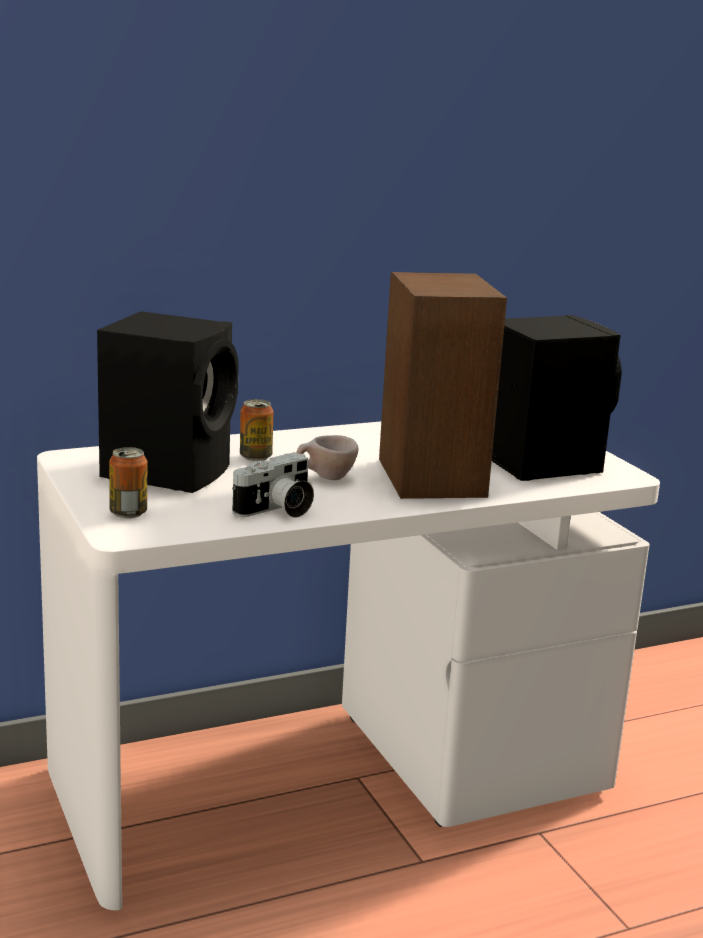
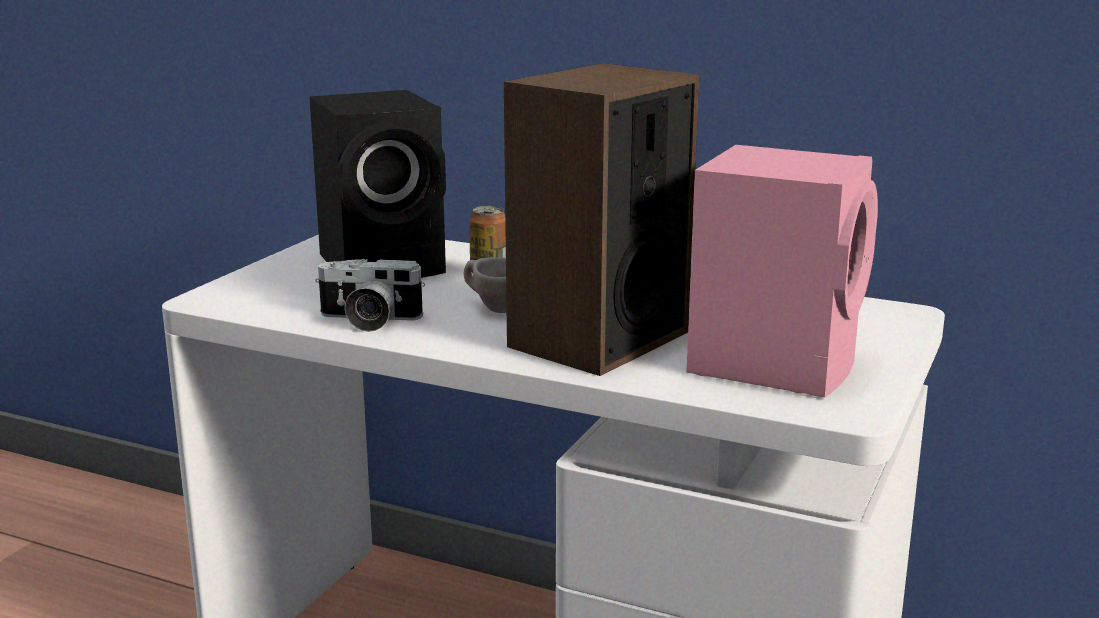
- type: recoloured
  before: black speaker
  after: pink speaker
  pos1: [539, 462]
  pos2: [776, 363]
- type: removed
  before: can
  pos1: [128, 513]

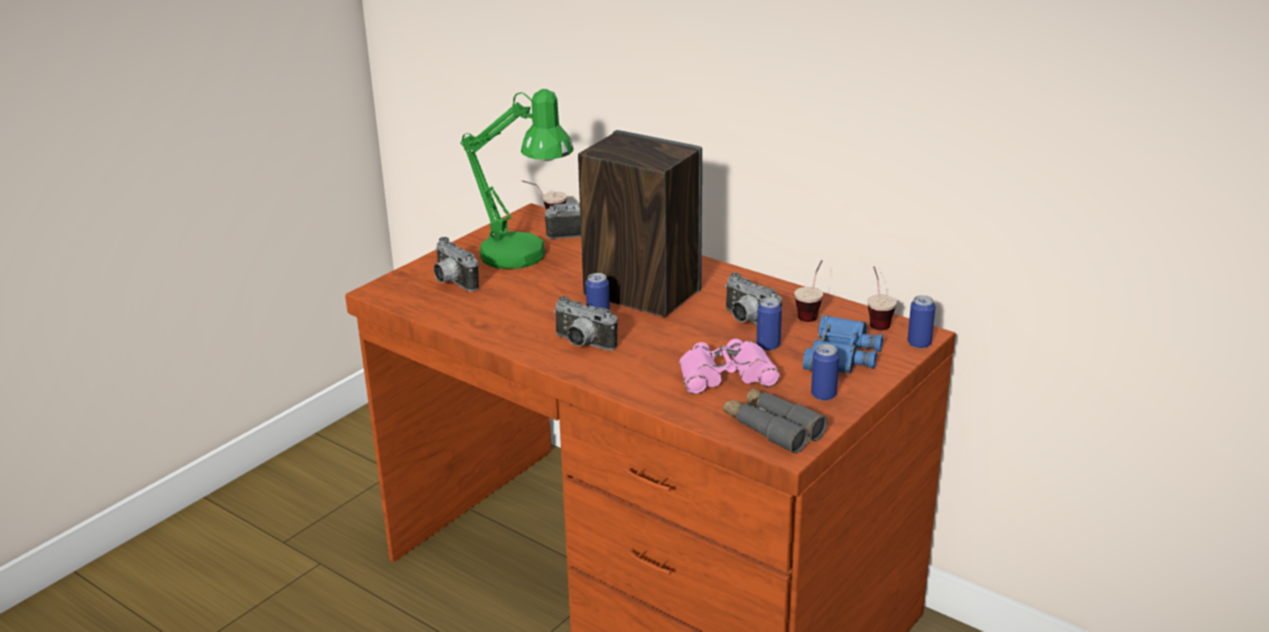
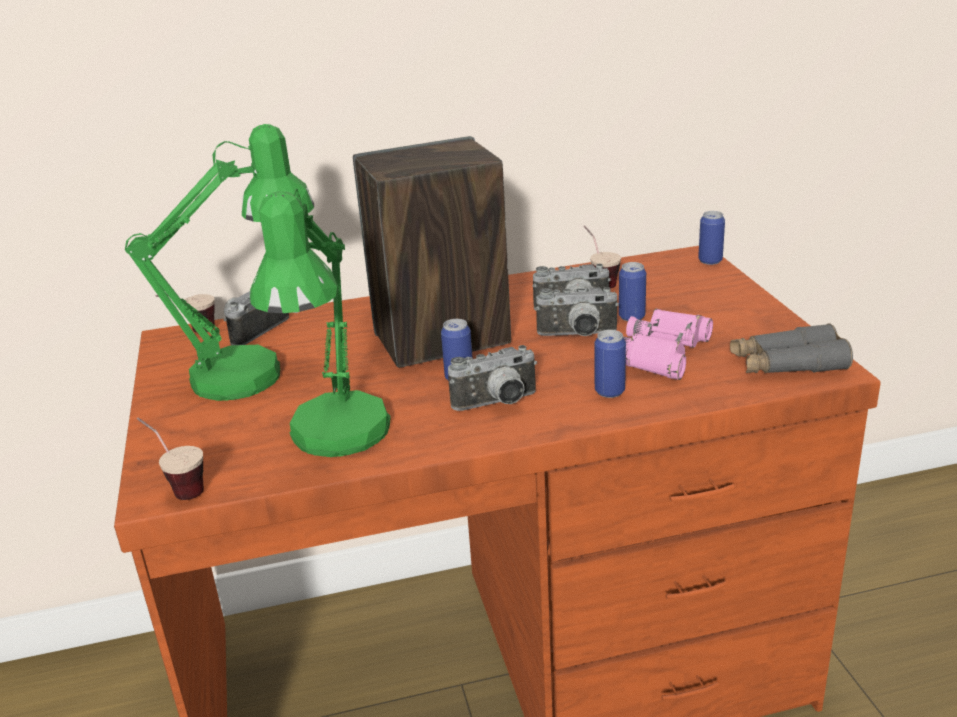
- type: moved
  before: cup
  pos1: [877, 320]
  pos2: [177, 487]
- type: added
  after: green table lamp
  pos2: [336, 442]
- type: moved
  before: photo camera
  pos1: [451, 282]
  pos2: [578, 336]
- type: moved
  before: can
  pos1: [823, 395]
  pos2: [609, 391]
- type: removed
  before: blue binoculars
  pos1: [840, 355]

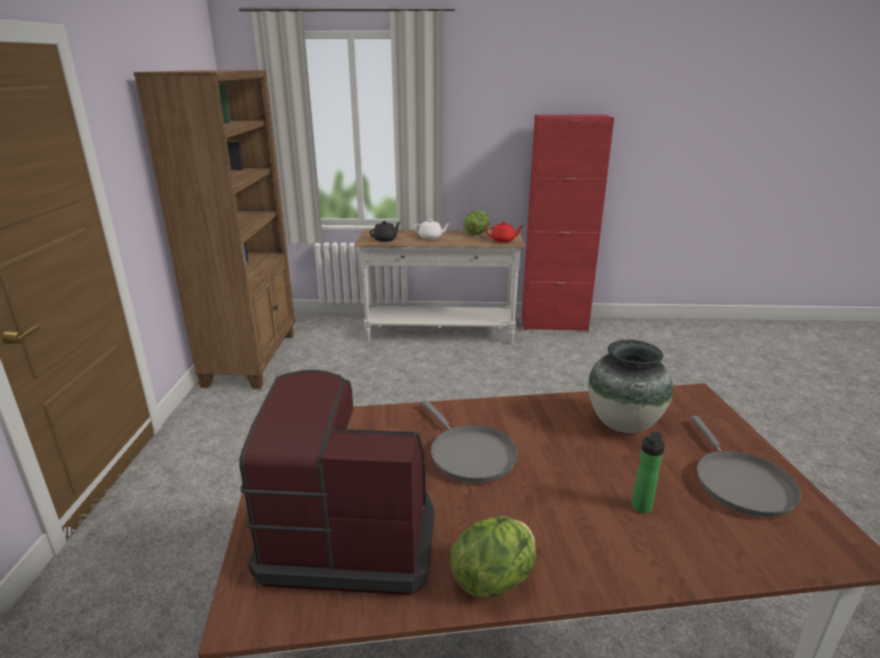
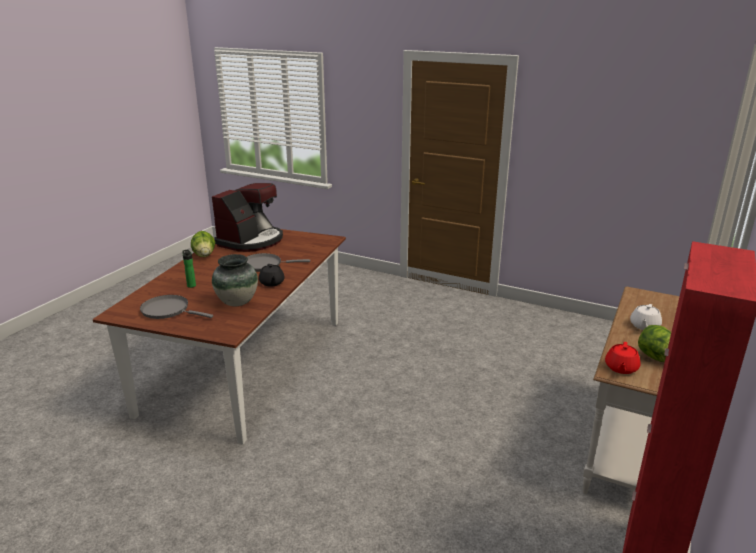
- type: moved
  before: black teapot
  pos1: [385, 239]
  pos2: [271, 283]
- type: removed
  before: brown bookcase
  pos1: [252, 358]

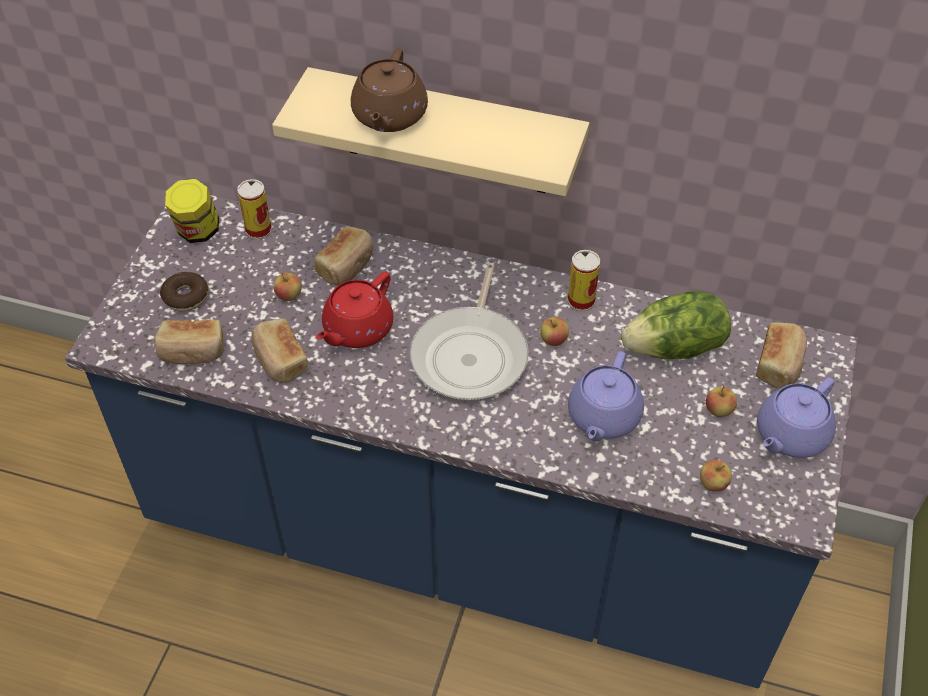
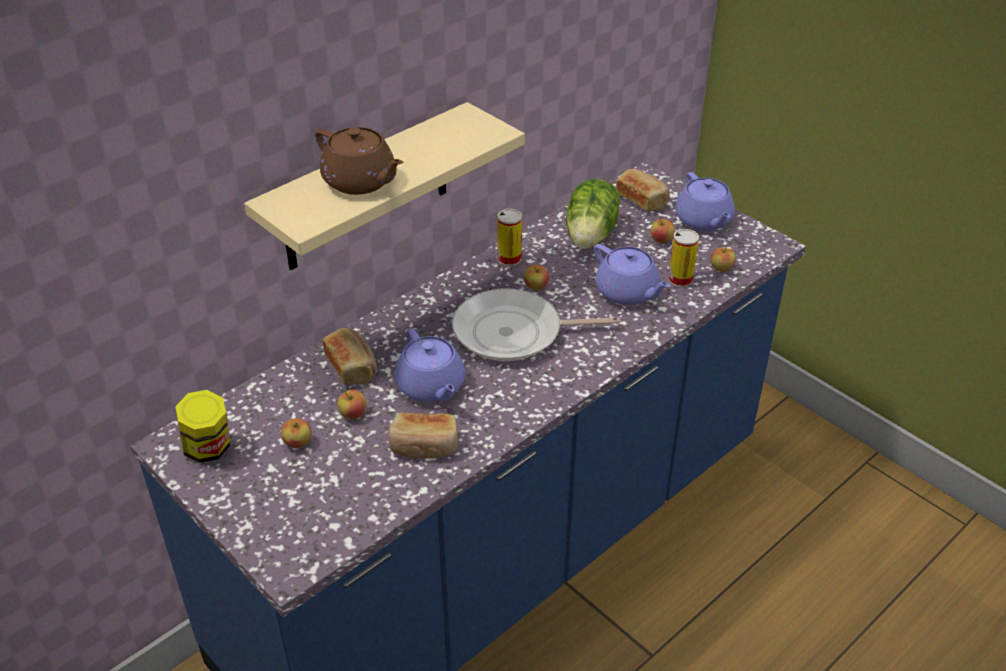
- type: added
  after: apple
  pos2: [298, 443]
- type: recoloured
  before: red teapot
  after: purple teapot
  pos1: [357, 329]
  pos2: [431, 386]
- type: turned
  before: frying pan
  pos1: [471, 354]
  pos2: [514, 333]
  turn: 135
- type: moved
  before: can
  pos1: [258, 230]
  pos2: [680, 279]
- type: removed
  before: bread
  pos1: [192, 351]
- type: removed
  before: donut
  pos1: [186, 297]

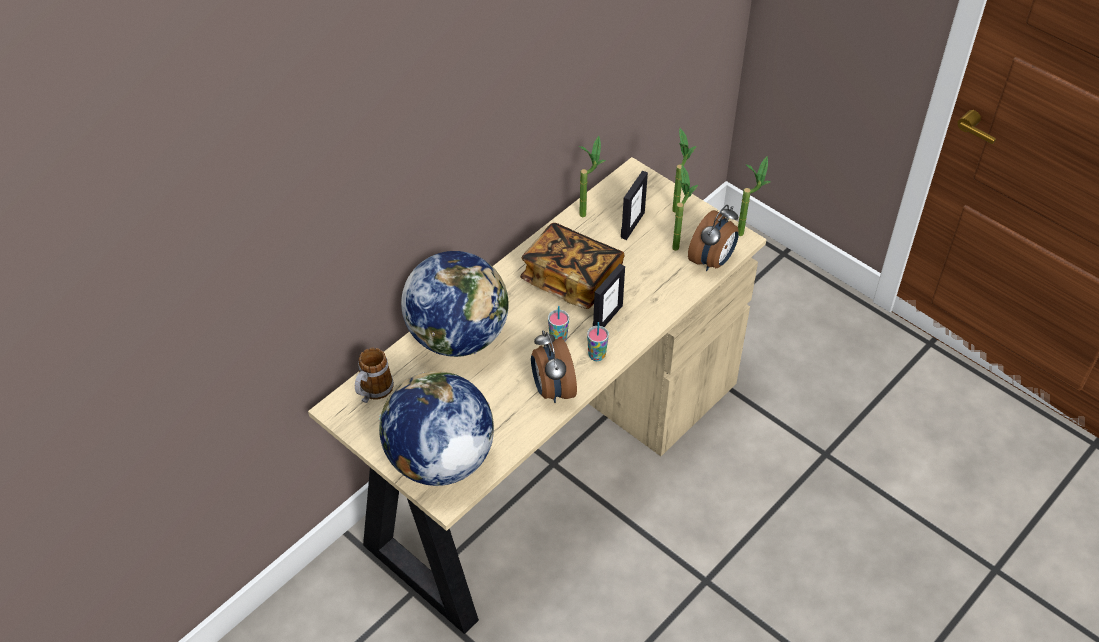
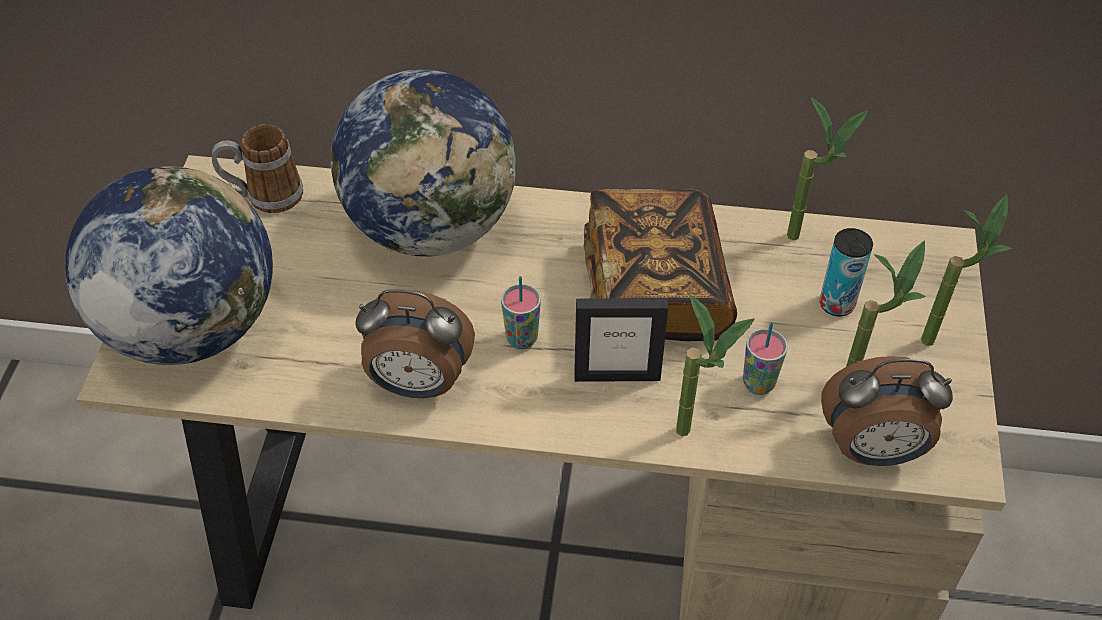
- type: turned
  before: alarm clock
  pos1: [552, 389]
  pos2: [418, 384]
  turn: -120
- type: moved
  before: potted plant
  pos1: [746, 231]
  pos2: [697, 435]
- type: moved
  before: cup
  pos1: [597, 355]
  pos2: [758, 384]
- type: replaced
  before: picture frame
  after: can
  pos1: [632, 225]
  pos2: [836, 304]

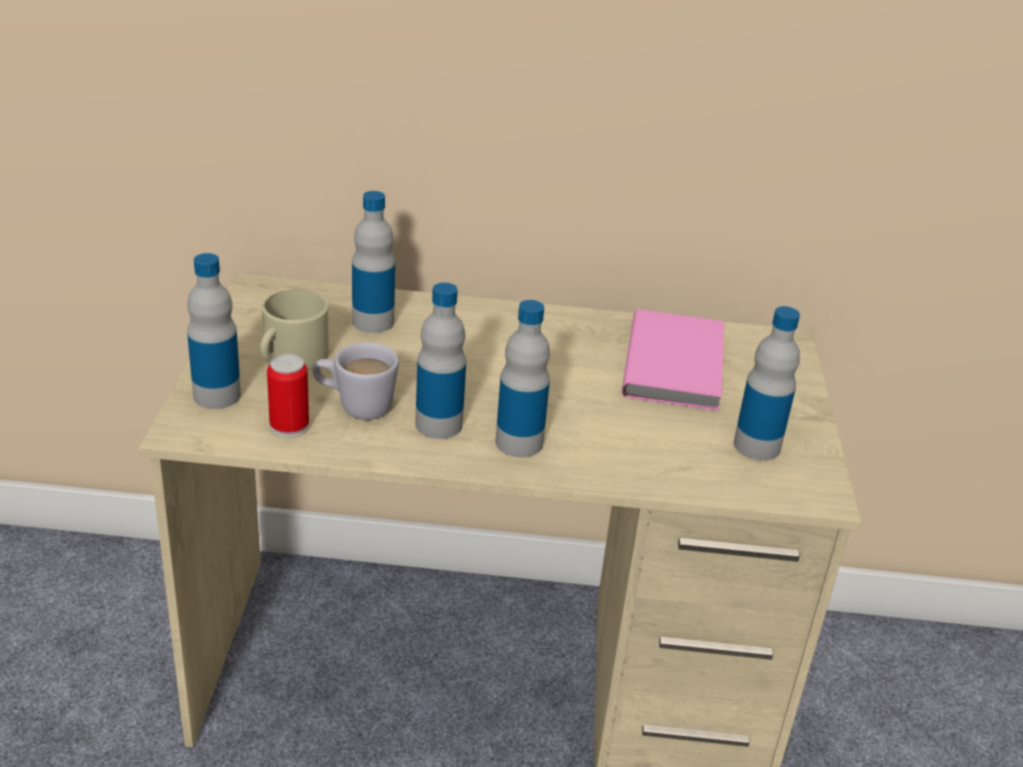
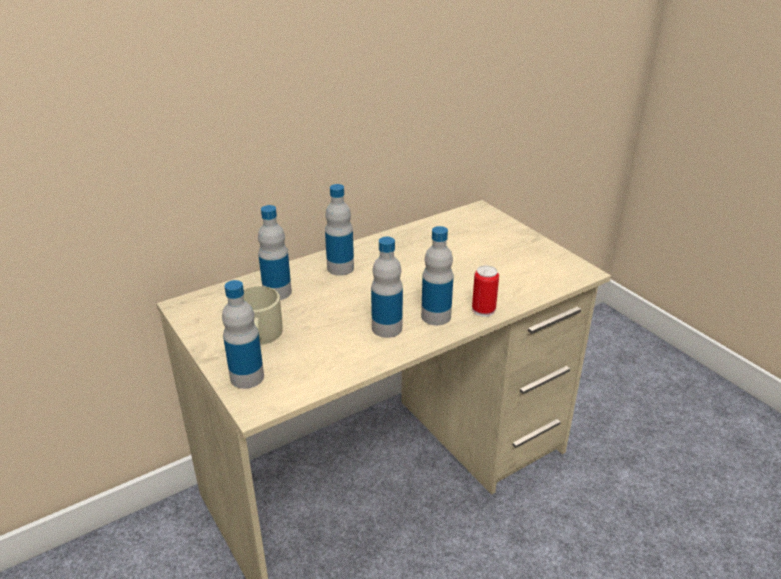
- type: moved
  before: bottle
  pos1: [757, 446]
  pos2: [340, 268]
- type: moved
  before: can
  pos1: [289, 426]
  pos2: [483, 310]
- type: removed
  before: white mug
  pos1: [355, 407]
- type: removed
  before: pink book
  pos1: [677, 364]

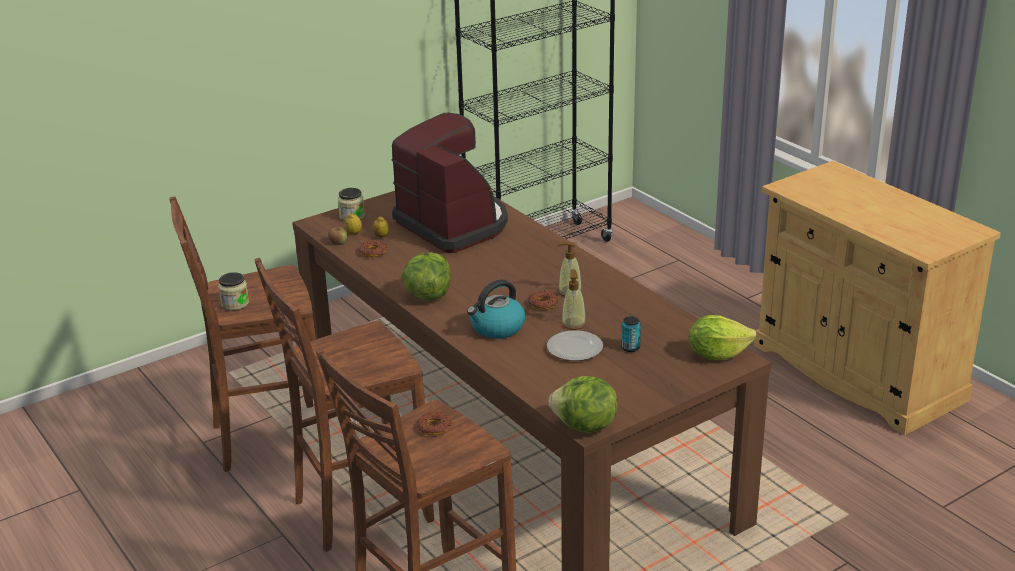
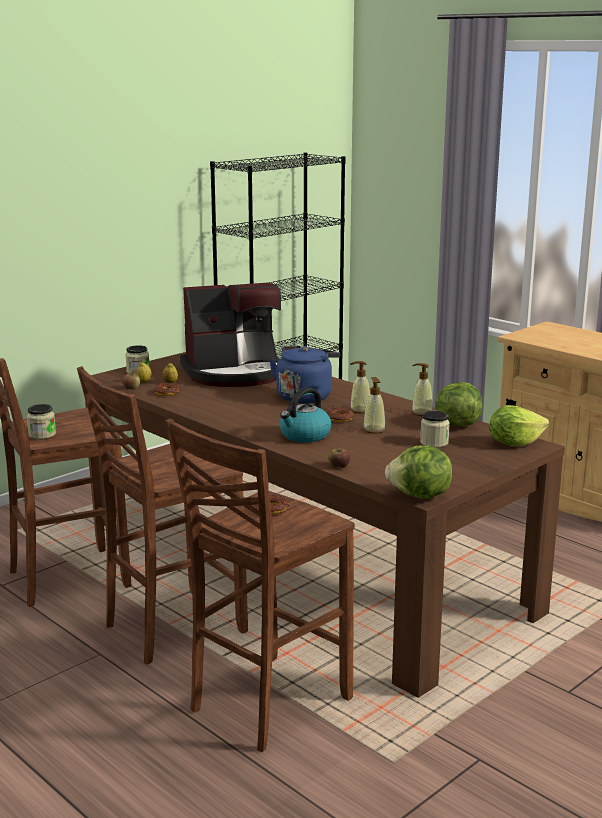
- type: turned
  before: coffee machine
  pos1: [454, 224]
  pos2: [234, 373]
  turn: 120
- type: added
  after: blue kettle
  pos2: [305, 396]
- type: added
  after: apple
  pos2: [338, 466]
- type: added
  after: soap dispenser
  pos2: [421, 413]
- type: replaced
  before: can
  after: jar
  pos1: [630, 348]
  pos2: [434, 442]
- type: moved
  before: lettuce
  pos1: [428, 295]
  pos2: [456, 424]
- type: removed
  before: plate
  pos1: [574, 348]

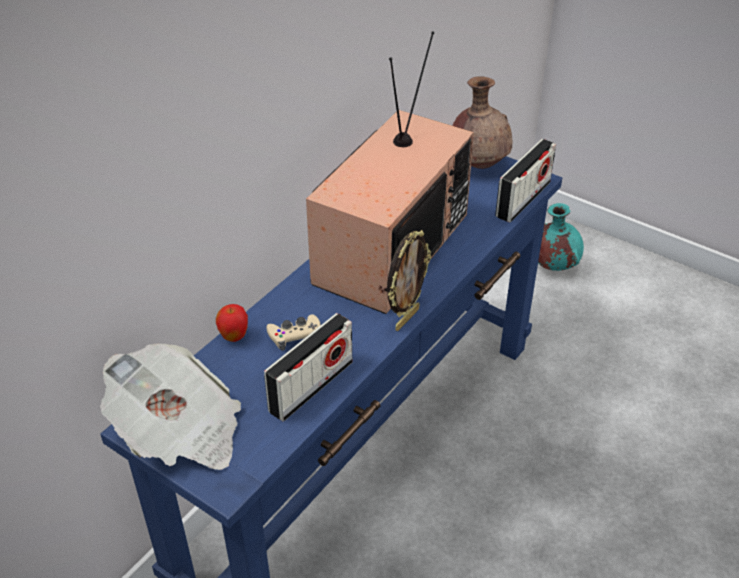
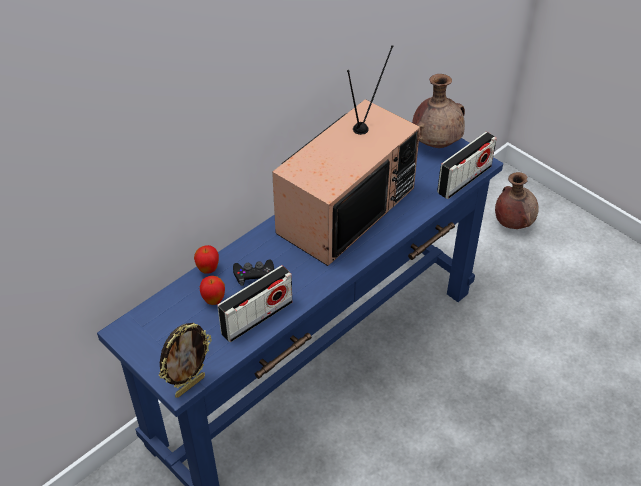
- type: moved
  before: picture frame
  pos1: [406, 318]
  pos2: [189, 385]
- type: added
  after: apple
  pos2: [214, 300]
- type: recoloured
  before: beige game controller
  after: black game controller
  pos1: [295, 335]
  pos2: [254, 274]
- type: recoloured
  before: turquoise vase
  after: brown vase
  pos1: [554, 265]
  pos2: [512, 222]
- type: removed
  before: newspaper
  pos1: [179, 432]

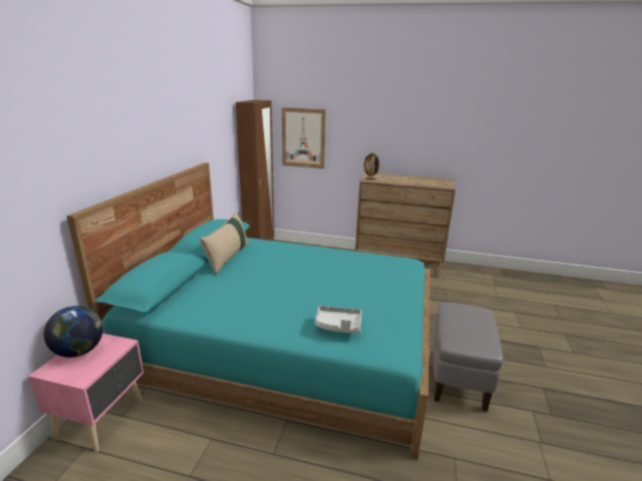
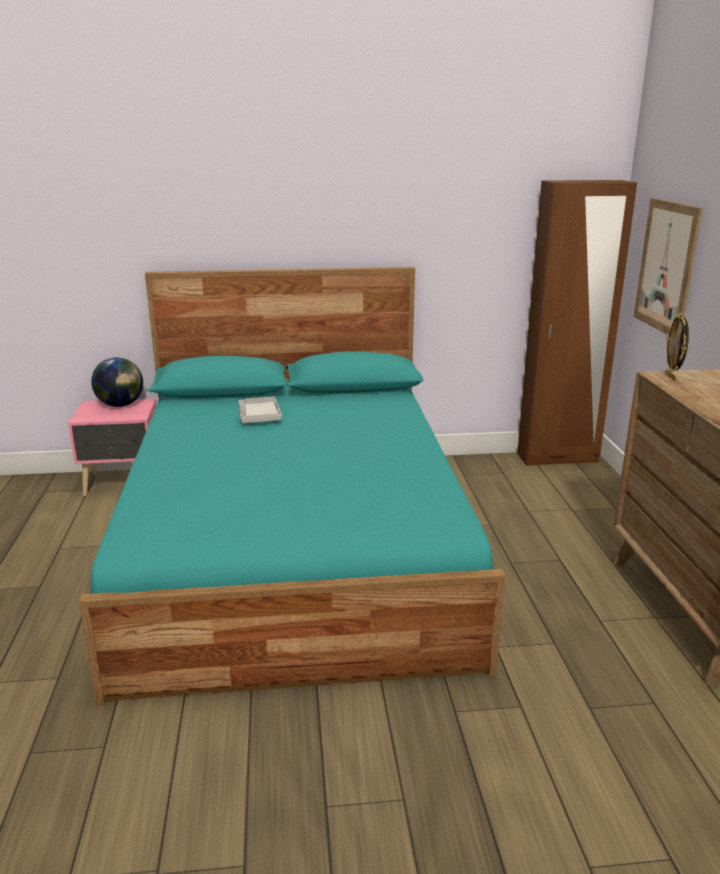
- type: moved
  before: grey tray
  pos1: [338, 325]
  pos2: [259, 417]
- type: removed
  before: beige pillow
  pos1: [227, 257]
- type: removed
  before: grey ottoman
  pos1: [457, 377]

